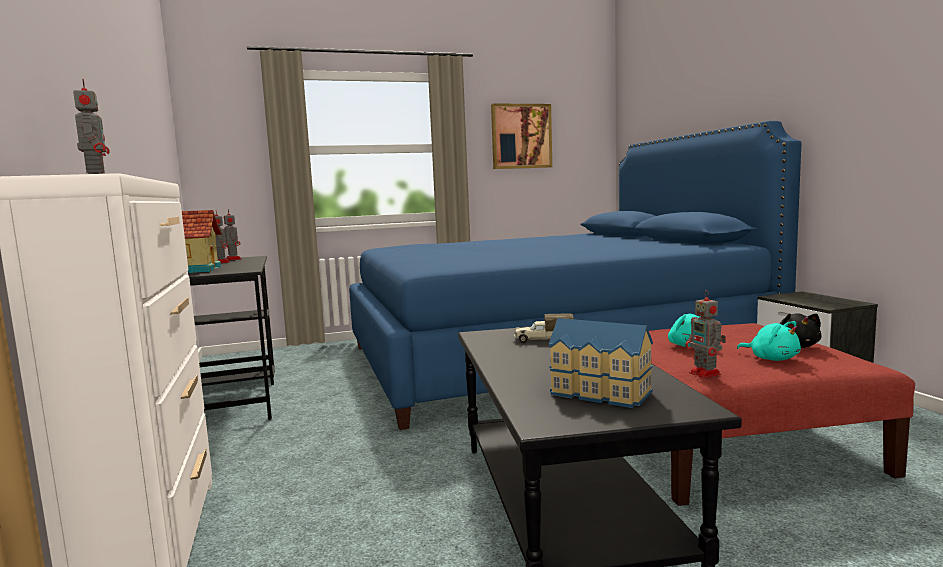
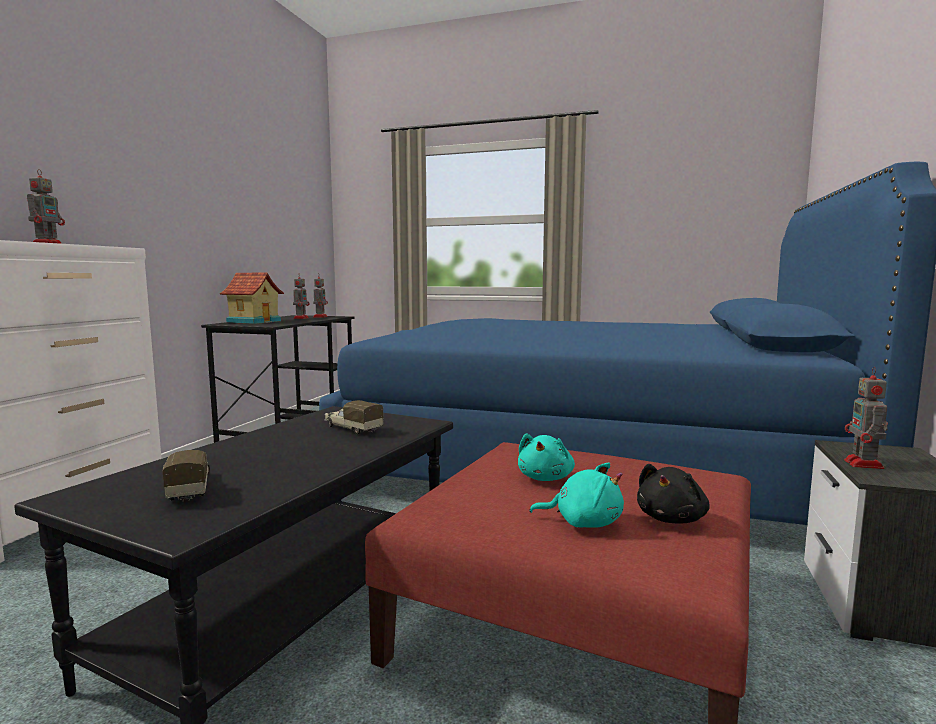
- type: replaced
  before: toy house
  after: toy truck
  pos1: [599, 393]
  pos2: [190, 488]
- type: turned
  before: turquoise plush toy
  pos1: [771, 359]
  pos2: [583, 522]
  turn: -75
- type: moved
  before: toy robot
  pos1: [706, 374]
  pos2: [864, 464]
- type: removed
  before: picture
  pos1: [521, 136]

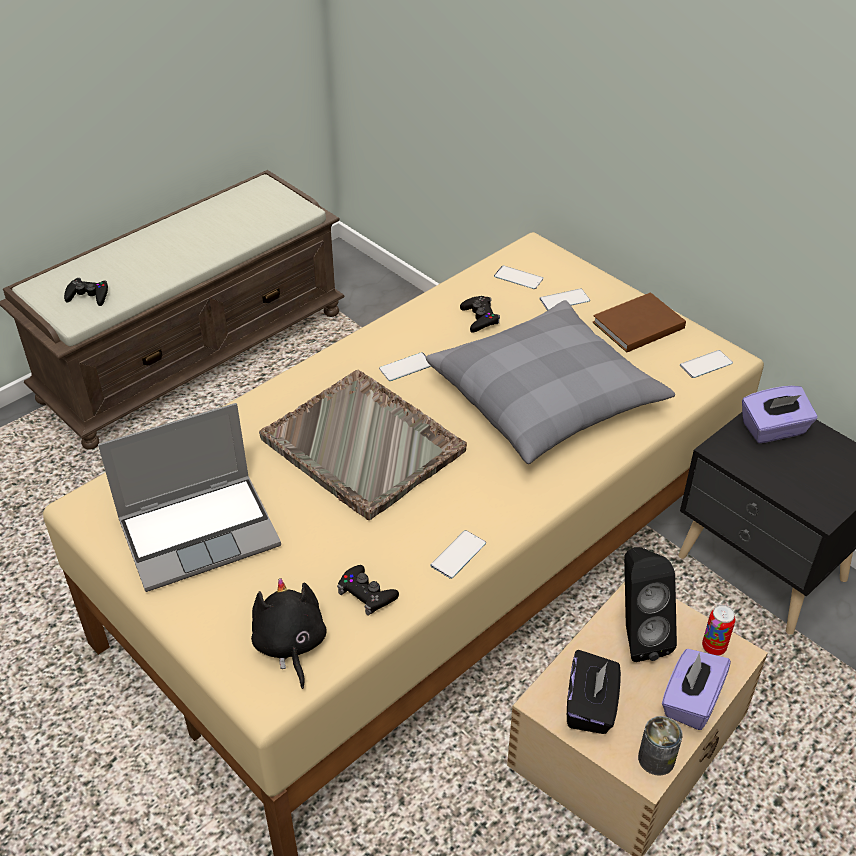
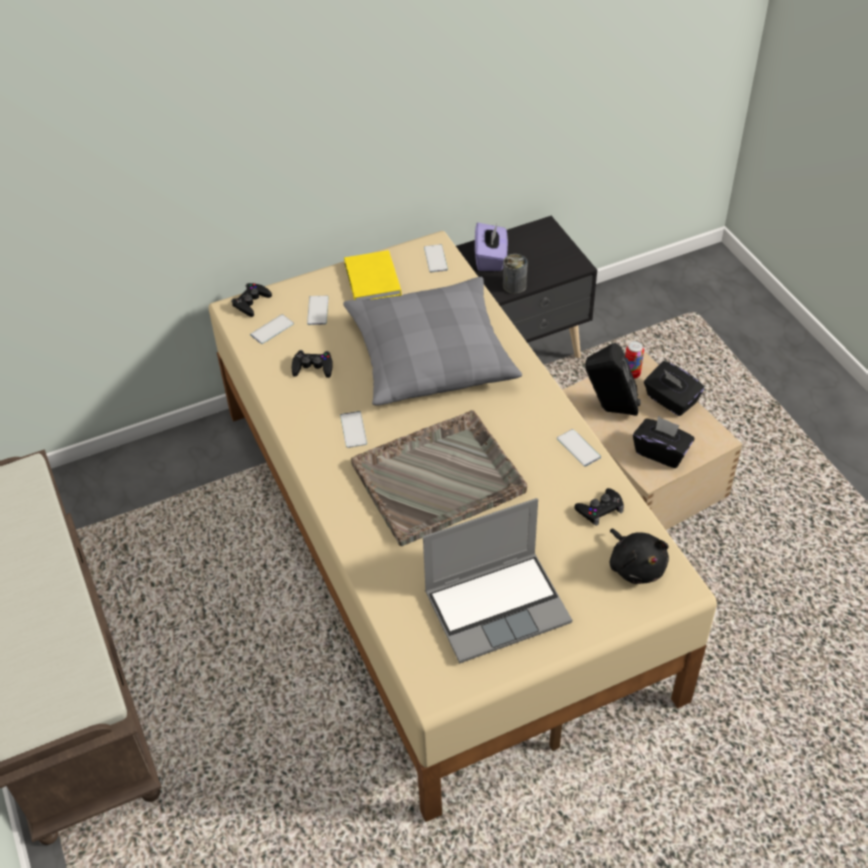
- type: moved
  before: black game controller
  pos1: [88, 296]
  pos2: [251, 302]
- type: recoloured
  before: brown book
  after: yellow book
  pos1: [635, 325]
  pos2: [371, 280]
- type: turned
  before: laptop
  pos1: [200, 531]
  pos2: [498, 606]
  turn: 75
- type: moved
  before: can
  pos1: [656, 758]
  pos2: [514, 285]
- type: turned
  before: black plush toy
  pos1: [290, 645]
  pos2: [636, 565]
  turn: -120
- type: recoloured
  before: purple tissue box
  after: black tissue box
  pos1: [690, 701]
  pos2: [670, 400]

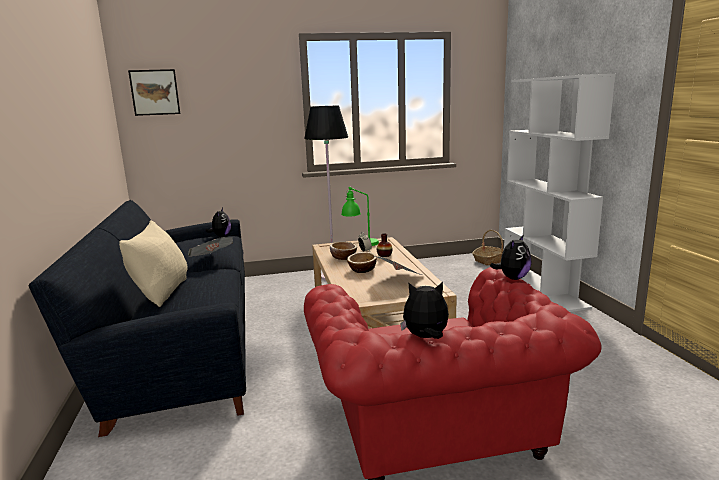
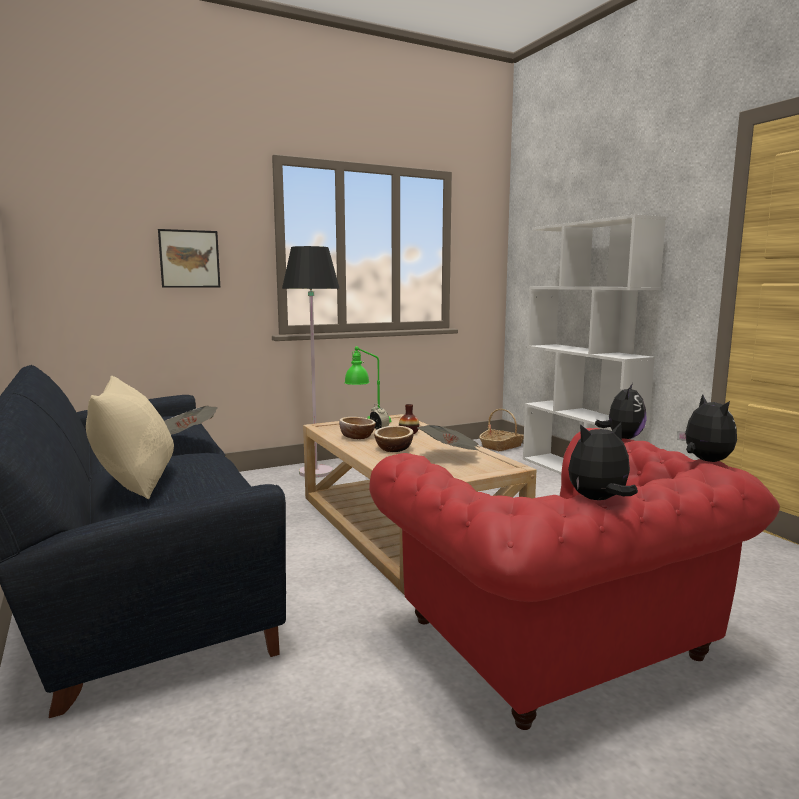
- type: moved
  before: picture
  pos1: [155, 92]
  pos2: [189, 259]
- type: moved
  before: plush toy
  pos1: [221, 236]
  pos2: [704, 461]

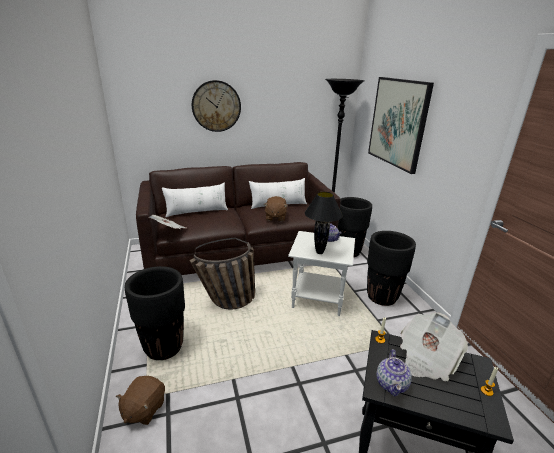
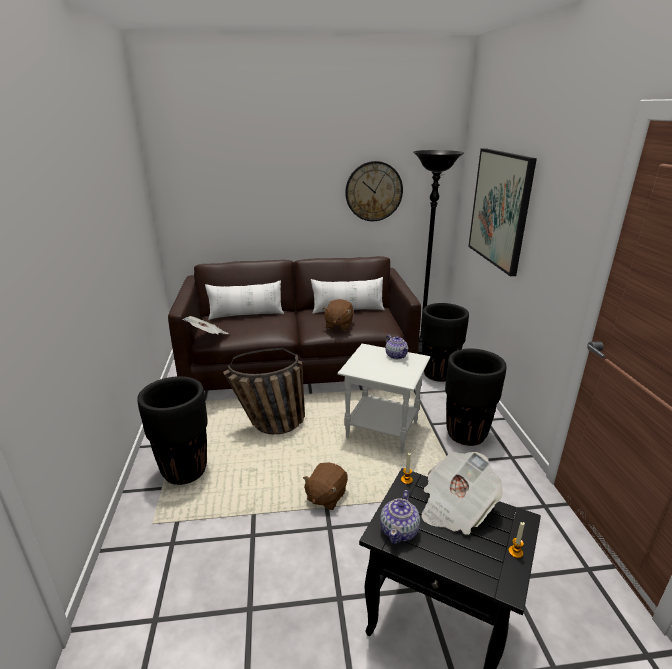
- type: moved
  before: brown plush toy
  pos1: [143, 409]
  pos2: [325, 496]
- type: moved
  before: wall clock
  pos1: [216, 106]
  pos2: [373, 191]
- type: removed
  before: black table lamp
  pos1: [320, 252]

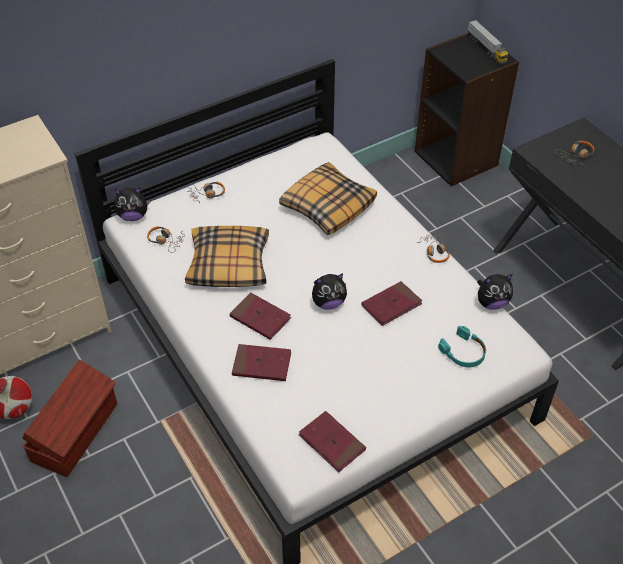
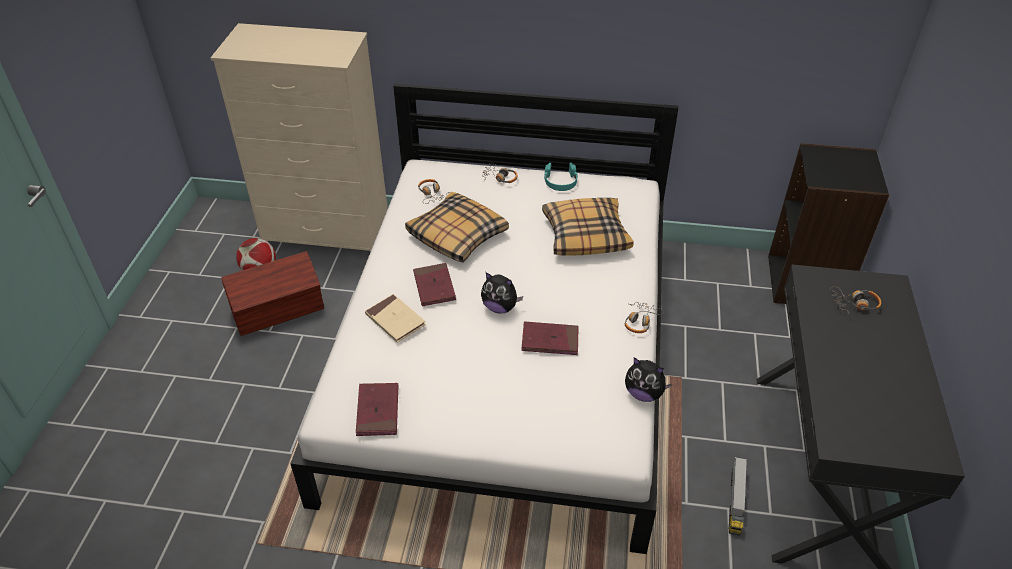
- type: recoloured
  before: red book
  after: beige book
  pos1: [262, 364]
  pos2: [395, 320]
- type: moved
  before: turquoise headphones
  pos1: [463, 352]
  pos2: [560, 181]
- type: moved
  before: toy truck
  pos1: [486, 49]
  pos2: [735, 501]
- type: removed
  before: plush toy
  pos1: [133, 216]

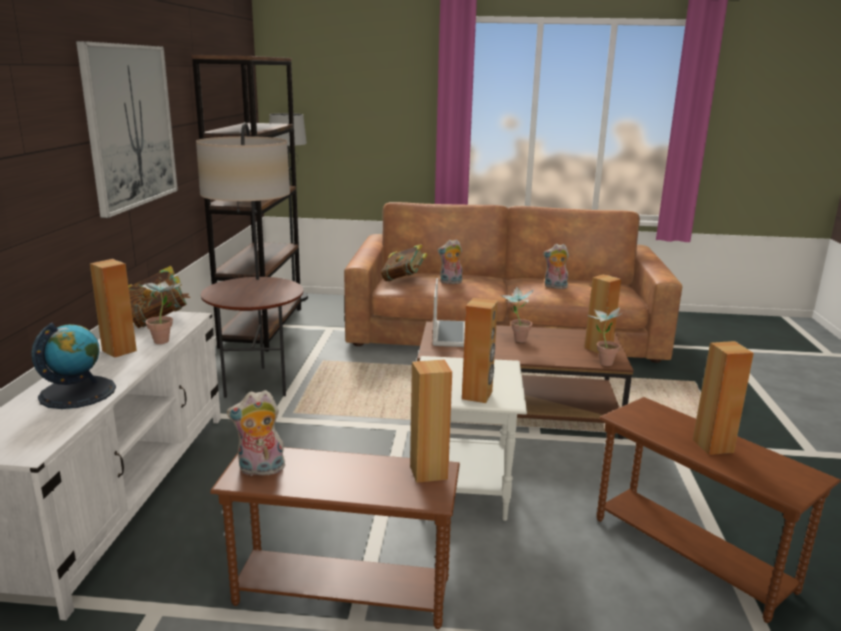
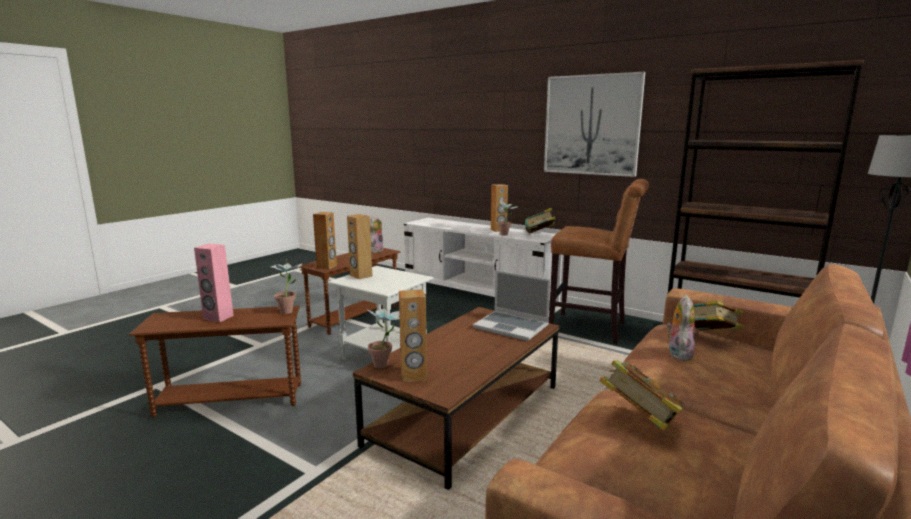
- type: recoloured
  before: brown speaker
  after: pink speaker
  pos1: [713, 446]
  pos2: [218, 317]
- type: moved
  before: potted plant
  pos1: [515, 340]
  pos2: [289, 310]
- type: replaced
  before: floor lamp
  after: brown stool
  pos1: [258, 383]
  pos2: [592, 329]
- type: replaced
  before: plush toy
  after: book
  pos1: [555, 287]
  pos2: [639, 421]
- type: removed
  before: globe
  pos1: [77, 392]

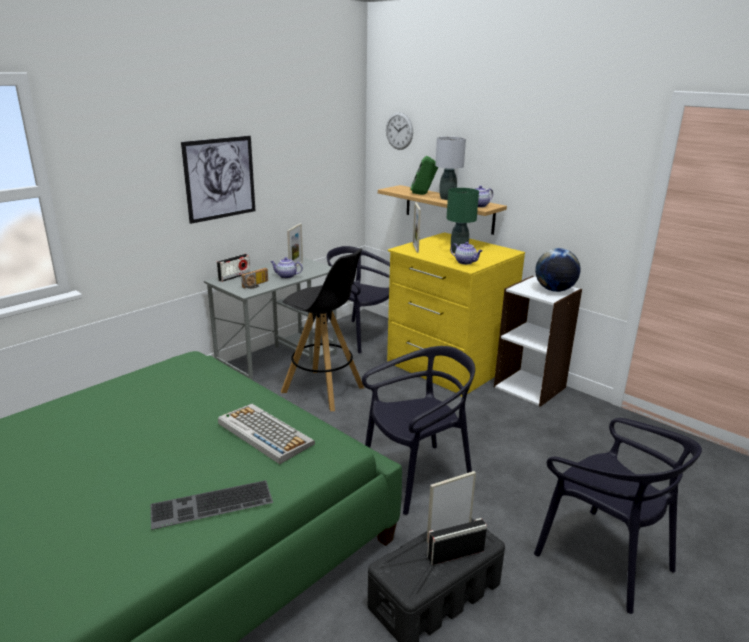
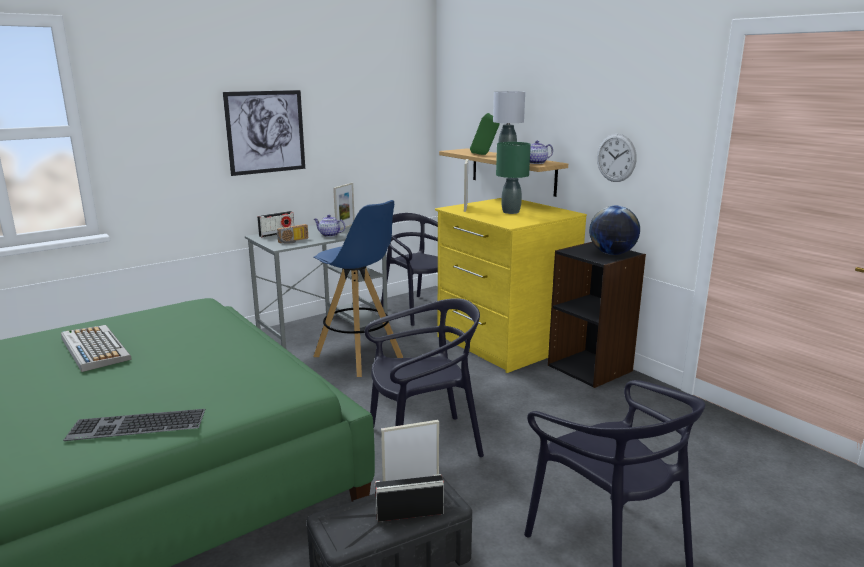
- type: moved
  before: keyboard
  pos1: [264, 433]
  pos2: [94, 348]
- type: recoloured
  before: black stool
  after: blue stool
  pos1: [324, 390]
  pos2: [359, 357]
- type: recoloured
  before: white bookcase
  after: black bookcase
  pos1: [530, 387]
  pos2: [590, 368]
- type: moved
  before: wall clock
  pos1: [399, 131]
  pos2: [616, 158]
- type: removed
  before: teapot
  pos1: [465, 262]

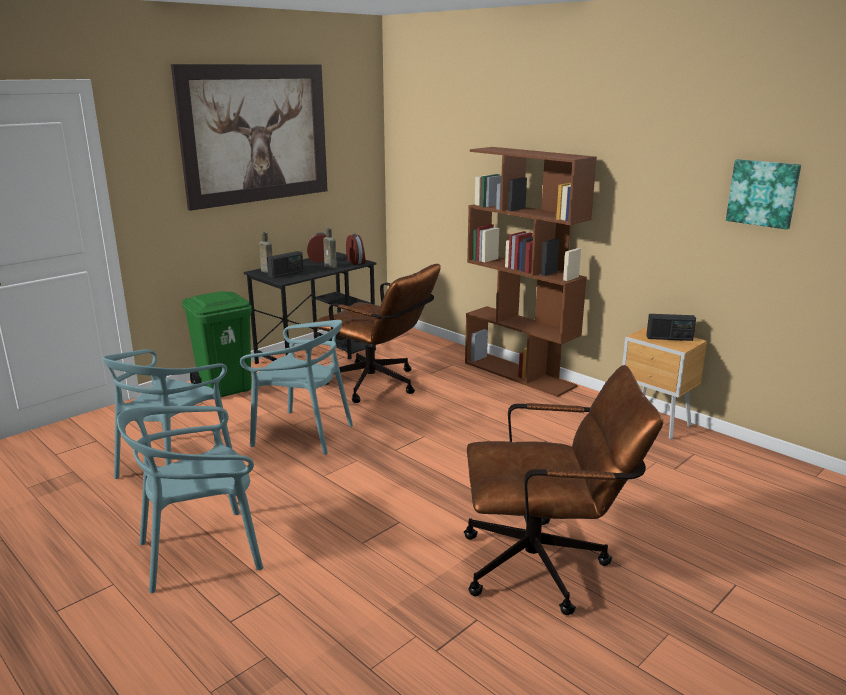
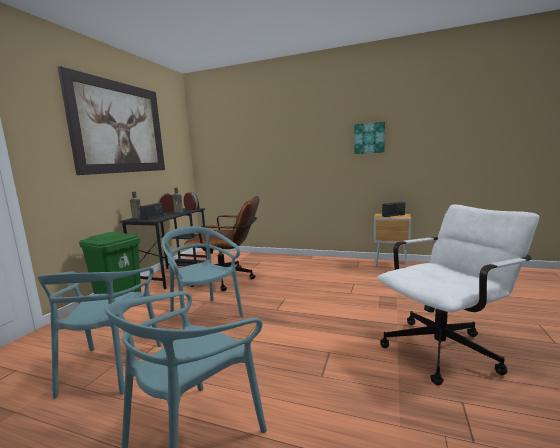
- type: turned
  before: turquoise chair
  pos1: [303, 433]
  pos2: [204, 316]
  turn: -120
- type: moved
  before: picture
  pos1: [763, 193]
  pos2: [369, 138]
- type: recoloured
  before: brown office chair
  after: white office chair
  pos1: [546, 565]
  pos2: [447, 348]
- type: removed
  before: brown bookcase
  pos1: [520, 374]

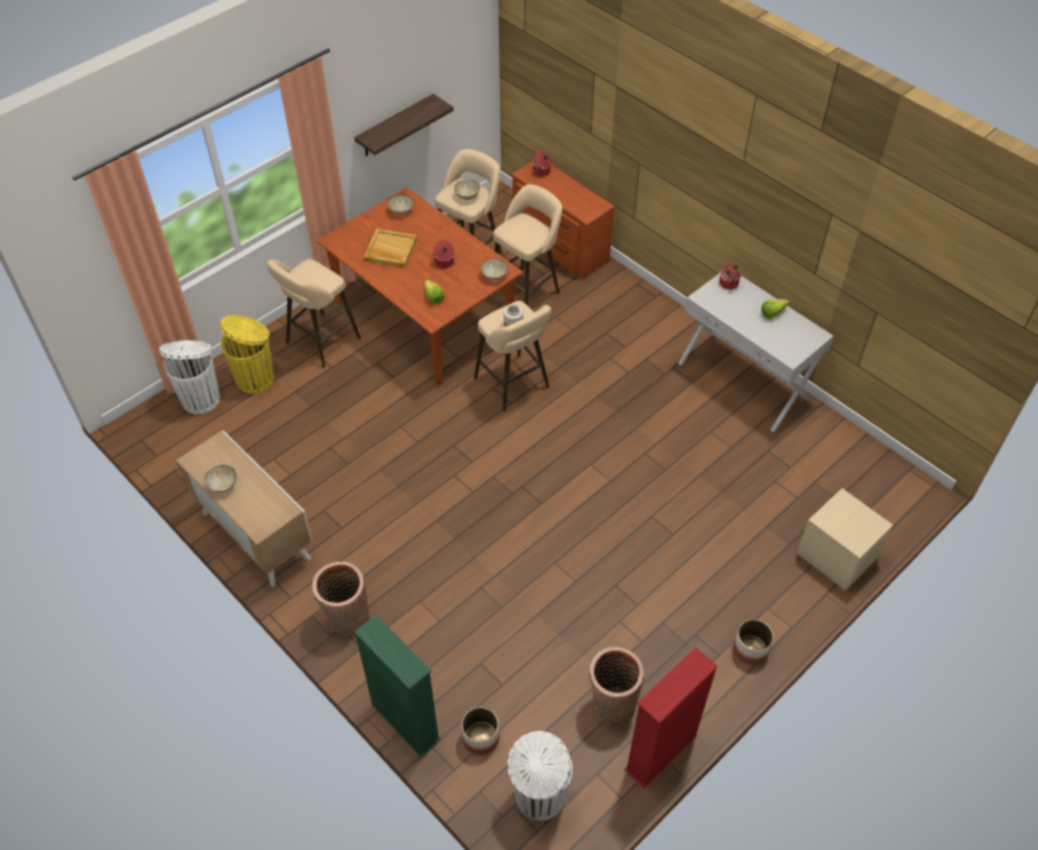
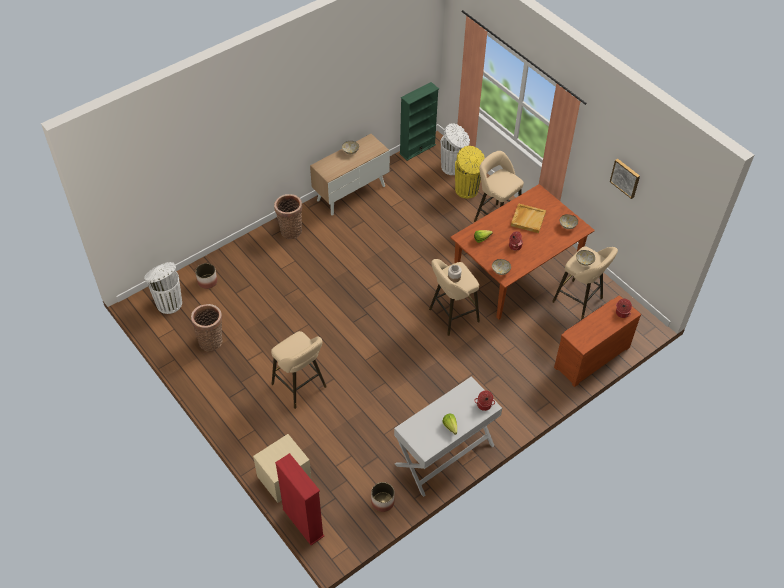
- type: moved
  before: beige stool
  pos1: [526, 291]
  pos2: [301, 387]
- type: moved
  before: red bookcase
  pos1: [661, 752]
  pos2: [303, 523]
- type: moved
  before: planter
  pos1: [750, 650]
  pos2: [382, 501]
- type: moved
  before: green bookcase
  pos1: [405, 721]
  pos2: [417, 149]
- type: added
  after: picture
  pos2: [625, 178]
- type: removed
  before: shelf
  pos1: [395, 126]

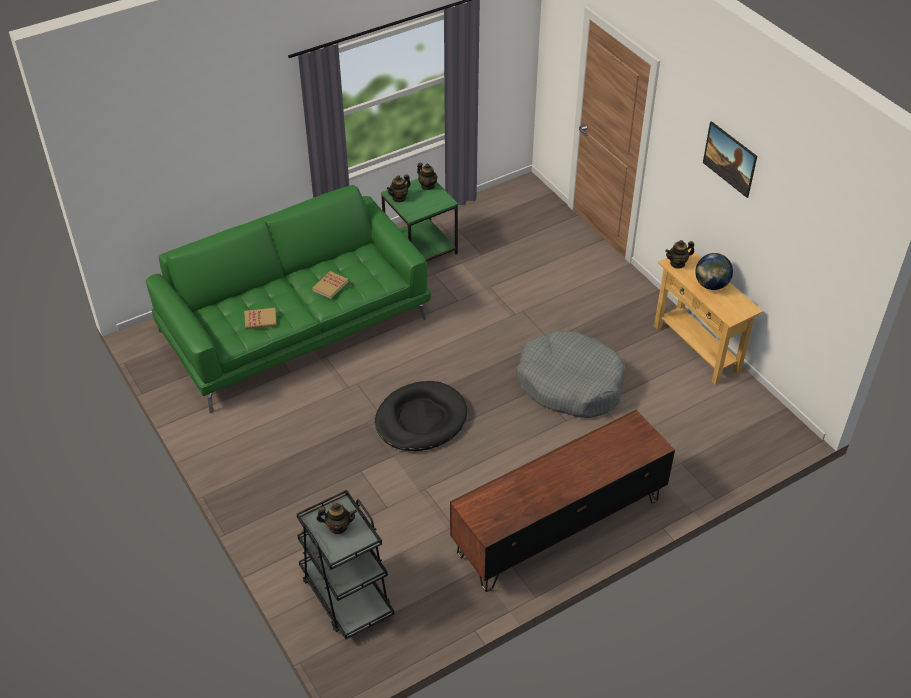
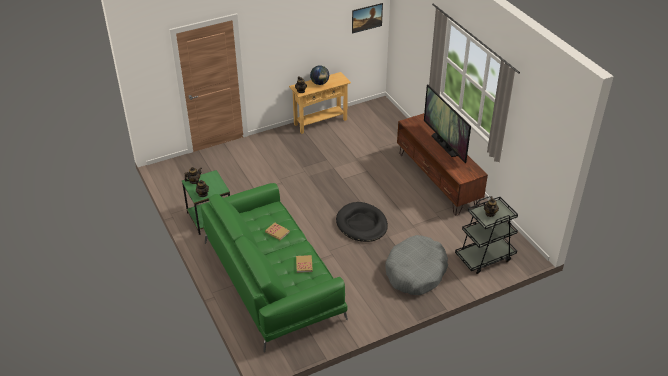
- type: moved
  before: picture
  pos1: [727, 169]
  pos2: [366, 23]
- type: moved
  before: grey dog bed
  pos1: [570, 384]
  pos2: [415, 272]
- type: added
  after: television
  pos2: [444, 145]

